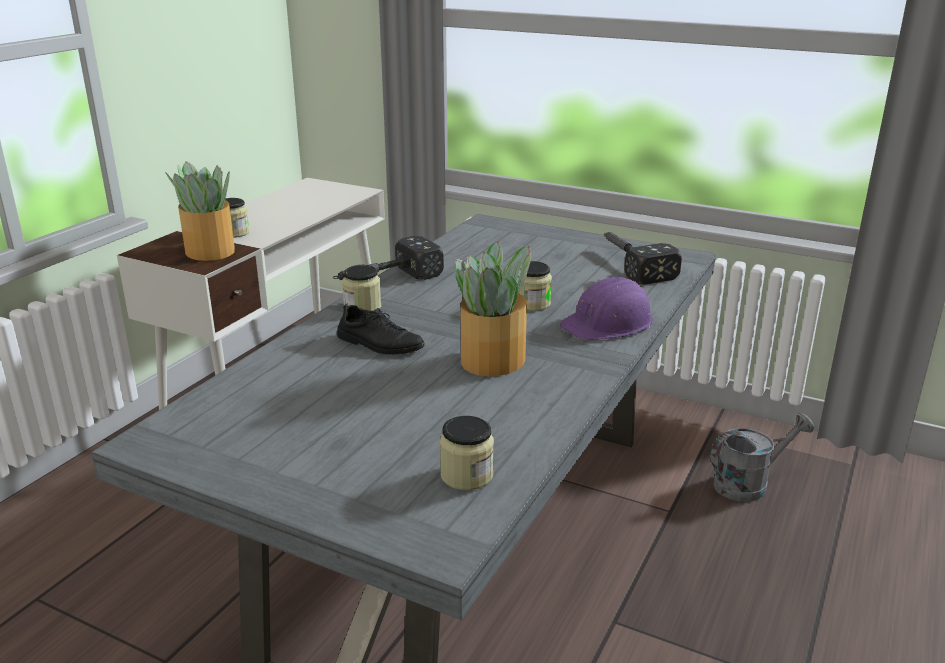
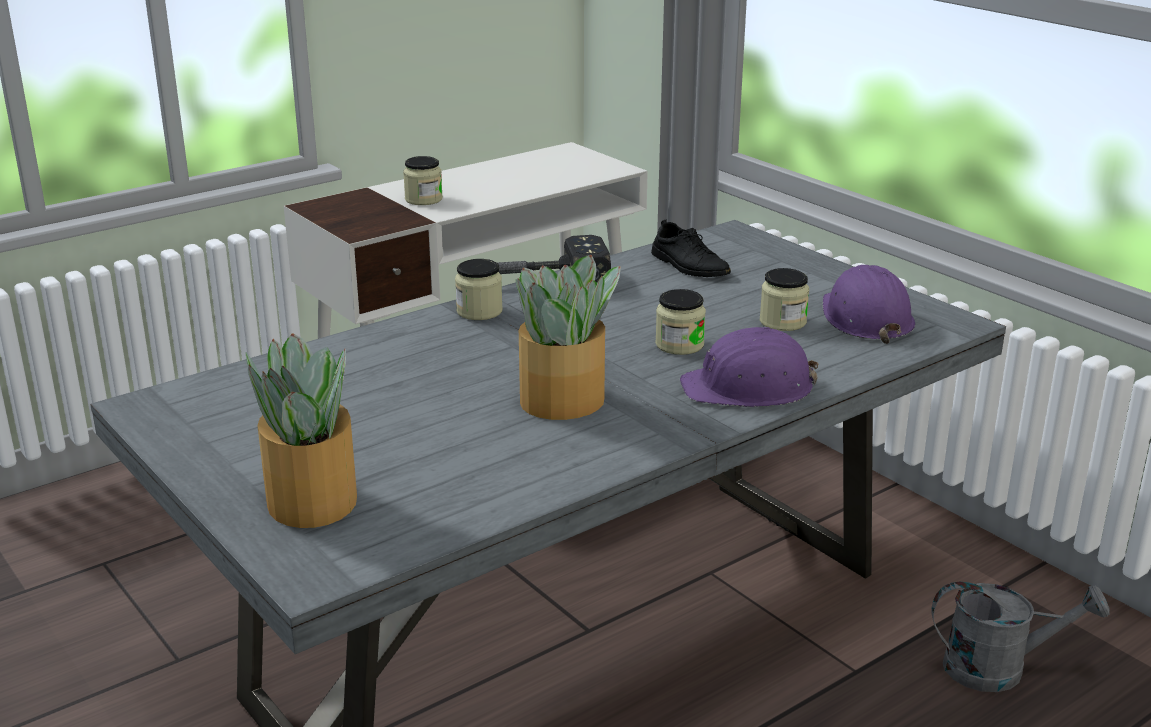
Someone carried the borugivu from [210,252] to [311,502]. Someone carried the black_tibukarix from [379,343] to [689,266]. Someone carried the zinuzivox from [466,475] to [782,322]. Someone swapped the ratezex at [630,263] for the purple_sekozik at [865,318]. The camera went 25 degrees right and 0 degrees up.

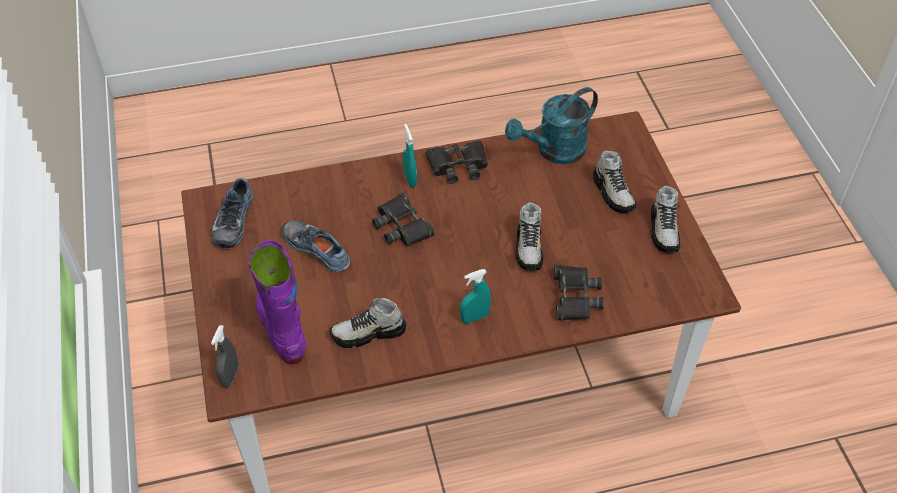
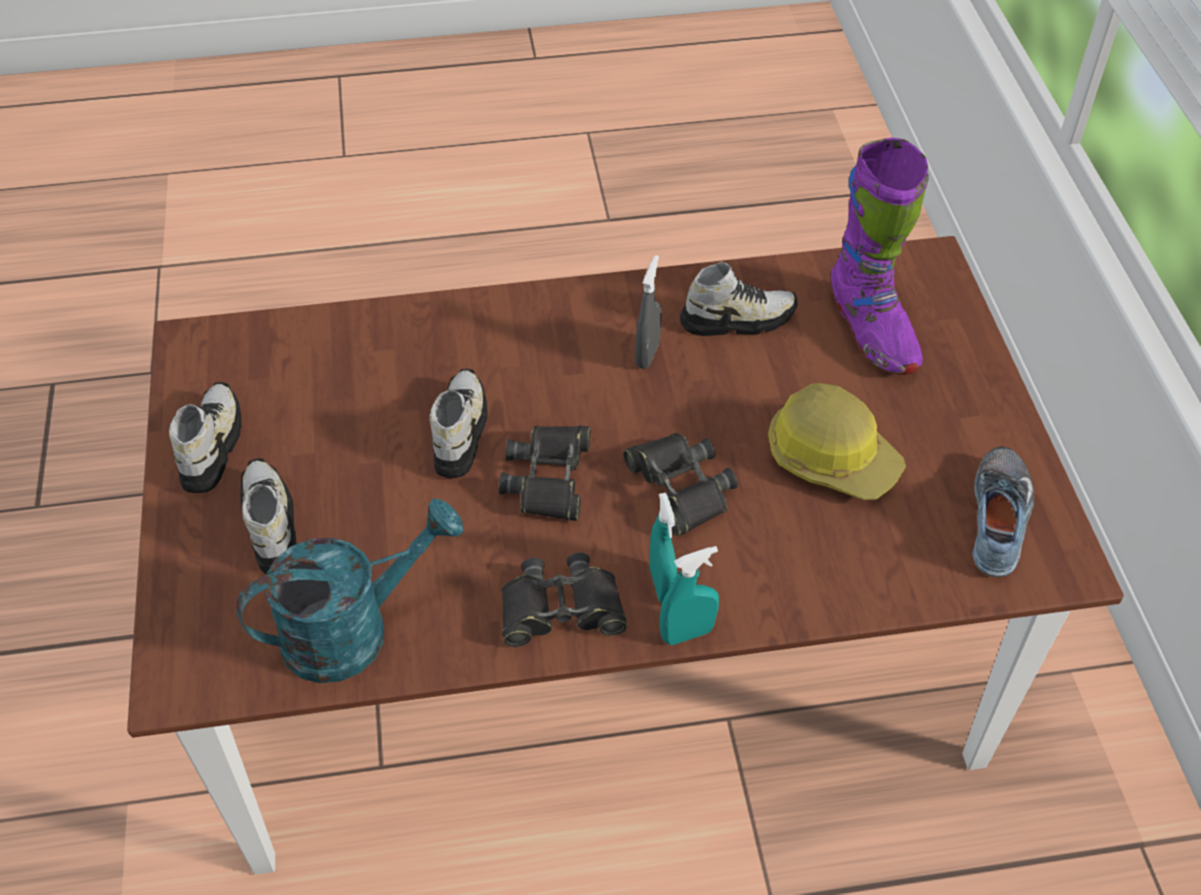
Someone carried the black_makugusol from [575,297] to [549,478]. Someone carried the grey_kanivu from [230,376] to [647,354]. Someone carried the turquoise_kanivu from [474,317] to [687,633]. Someone swapped the tibukarix at [318,248] for the sekozik at [831,456]. The camera went 175 degrees left and 0 degrees up.

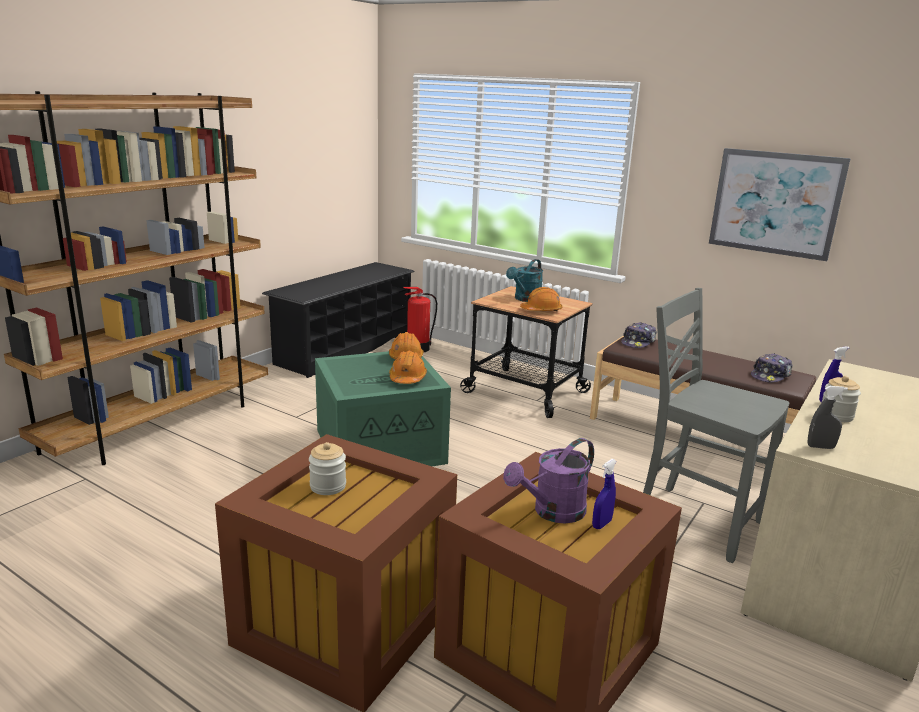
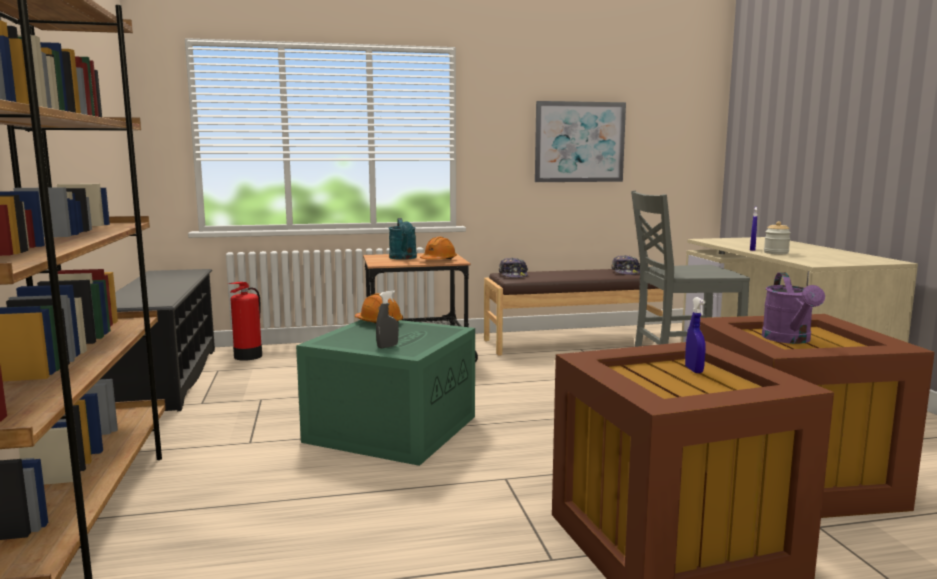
Someone carried the grey_kanivu from [820,447] to [387,346]. Someone carried the blue_kanivu from [601,524] to [694,370]. Someone took away the zinuzivox at [328,486]. Someone took away the orange_sekozik at [407,378]. The camera went 45 degrees left and 10 degrees down.

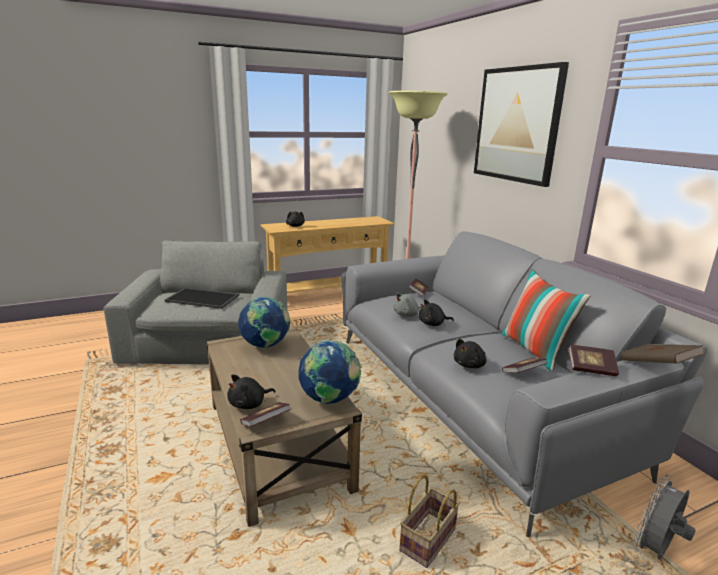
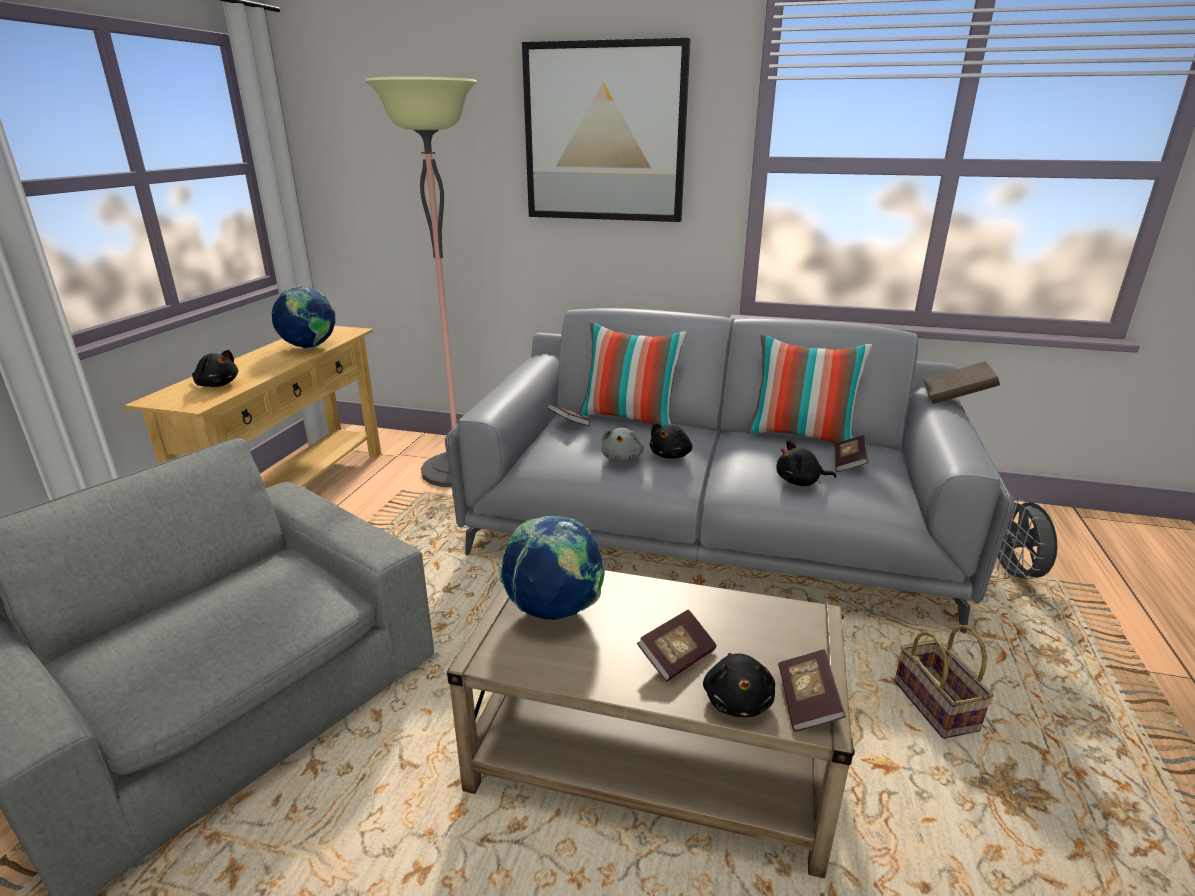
Someone carried the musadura from [329,400] to [310,348]. Someone put down the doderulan at [629,418]. Someone carried the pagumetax from [591,369] to [676,657]. Someone rotated the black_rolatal at [470,365] by 90 degrees clockwise. Someone took away the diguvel at [203,298]. The camera went 50 degrees left and 5 degrees up.

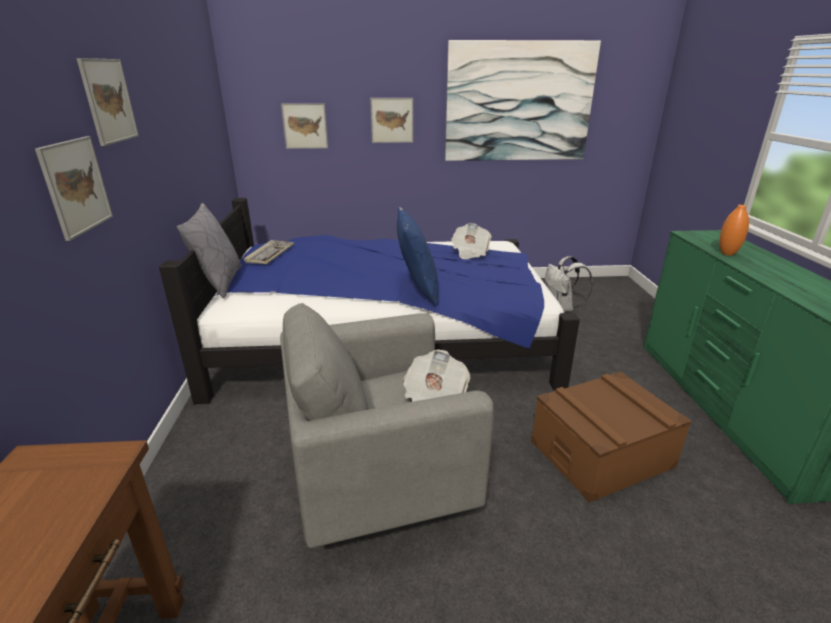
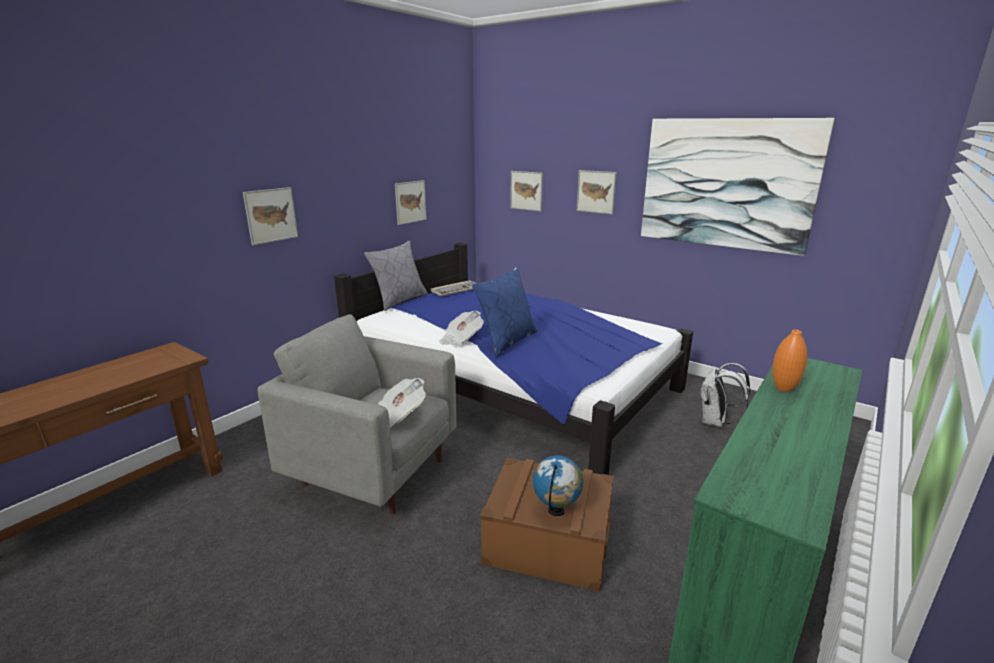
Someone carried the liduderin from [108,101] to [410,202]. Someone carried the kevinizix from [470,252] to [461,339]. Someone put down the musadura at [556,511]. The camera went 40 degrees right and 5 degrees down.

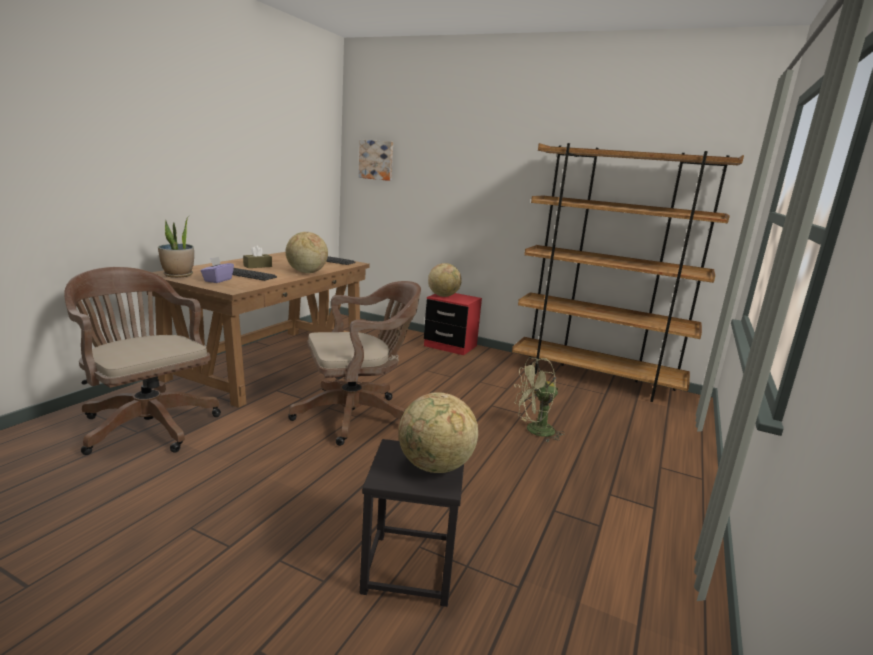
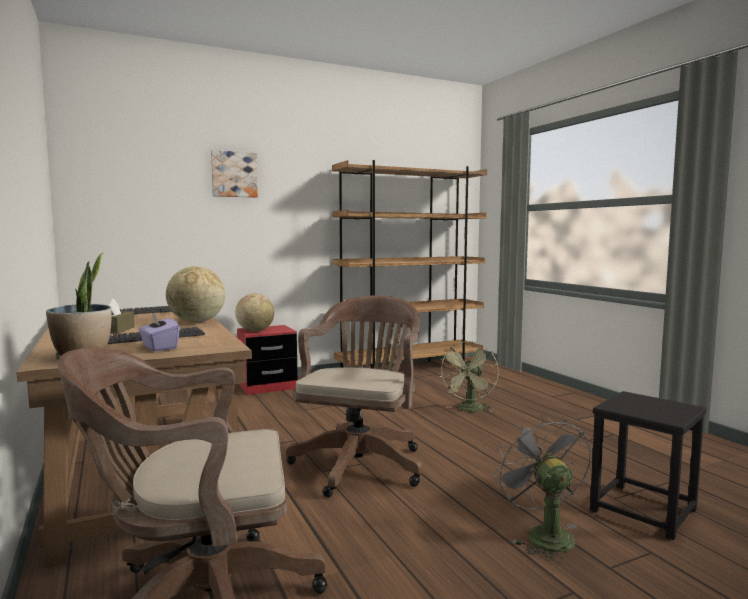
Someone carried the liduderin from [376,160] to [234,174]. Someone put down the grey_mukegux at [542,534]. Someone took away the musadura at [435,467]. The camera went 50 degrees left and 10 degrees down.

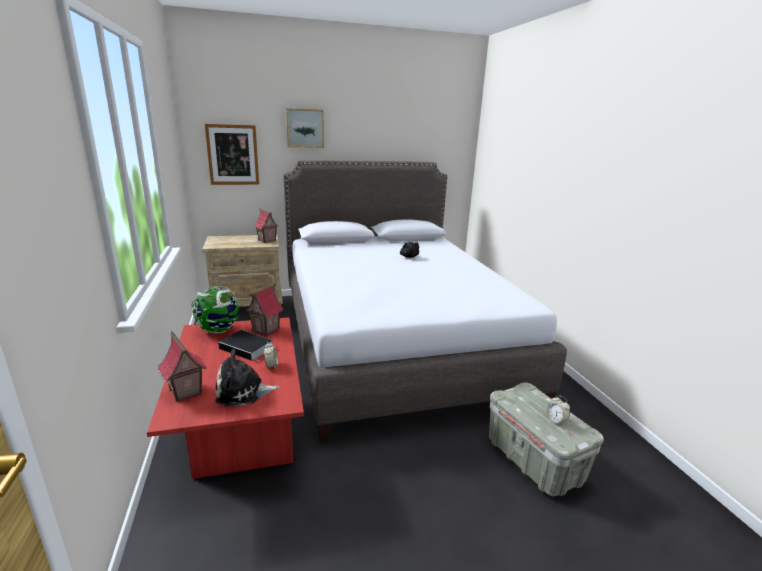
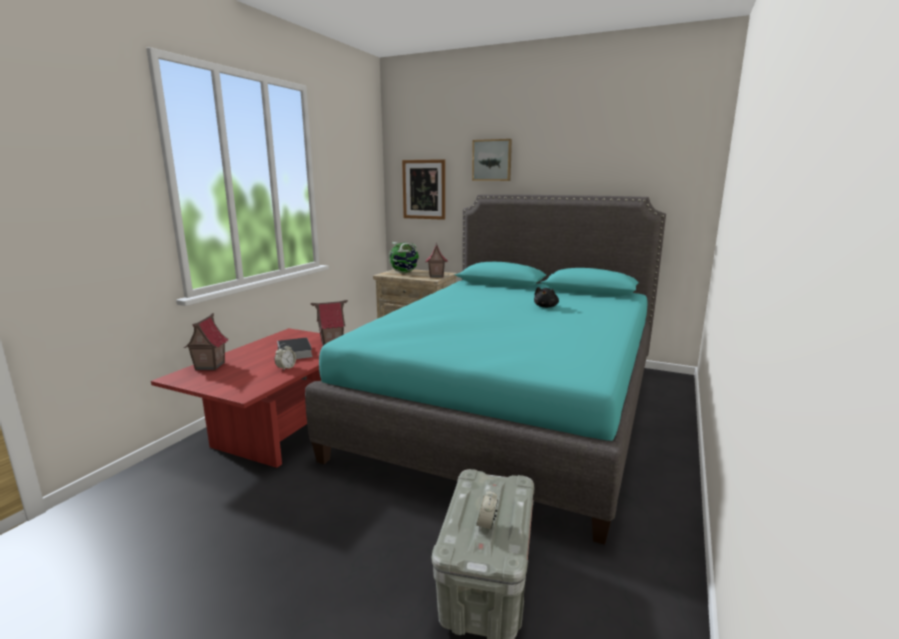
Someone repainted the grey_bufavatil at [392,340], which became the turquoise_bufavatil at [510,406]. Someone carried the musadura from [218,330] to [404,272]. Someone took away the rolatal at [243,392]. The camera went 40 degrees right and 5 degrees down.

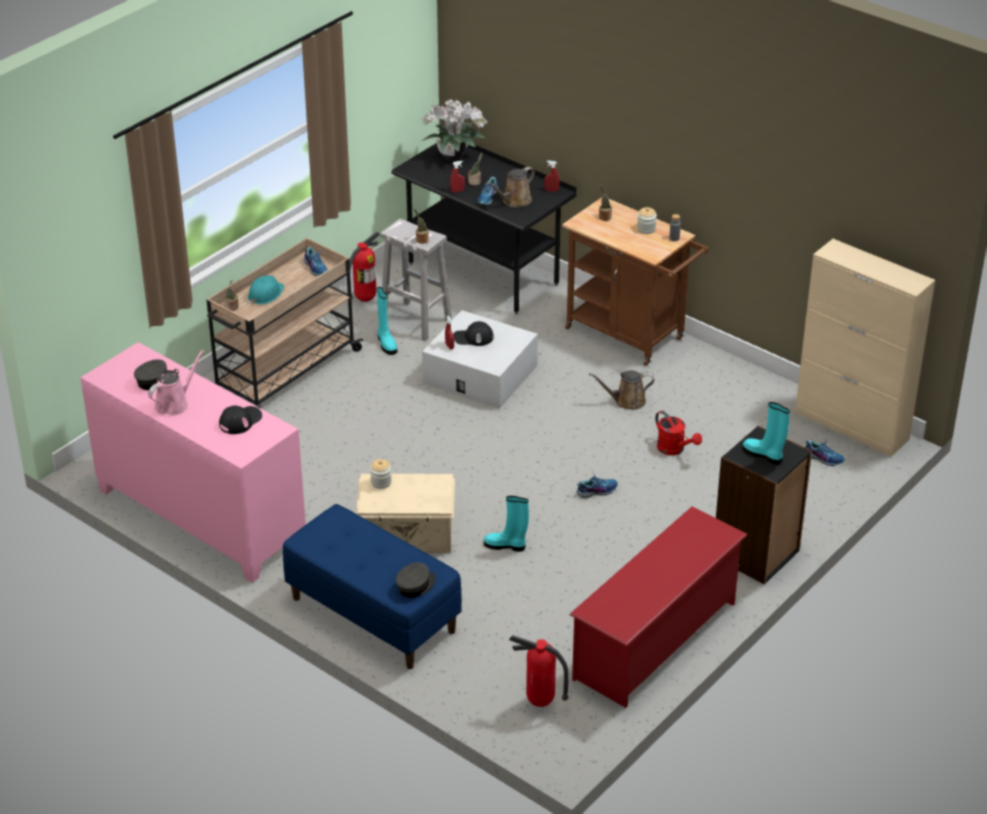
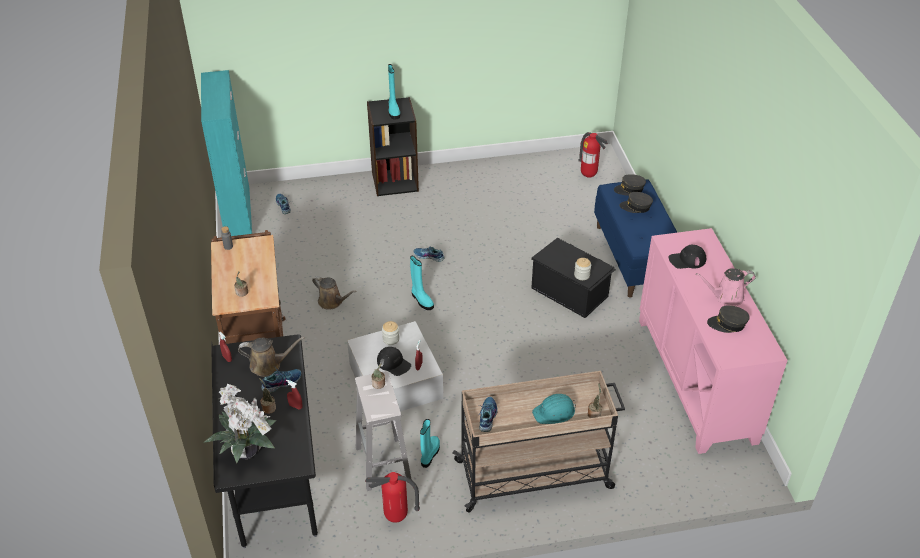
Someone repainted the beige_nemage at [852,426], which became the turquoise_nemage at [238,213]. Someone carried the zinuzivox from [646,229] to [391,339]. Someone carried the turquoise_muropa from [506,545] to [421,300]. Someone repainted the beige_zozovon at [407,535], which became the black_zozovon at [569,291]. Someone put down the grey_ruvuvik at [636,207]. Someone took away the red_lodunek at [655,640]. Someone took away the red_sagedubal at [674,449]. The camera went 140 degrees left and 5 degrees up.

